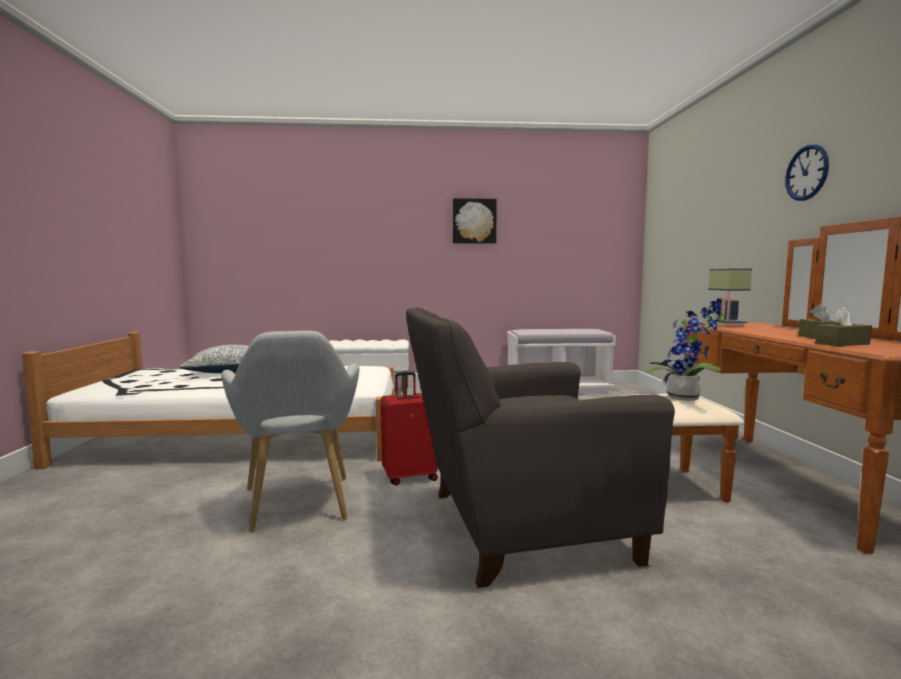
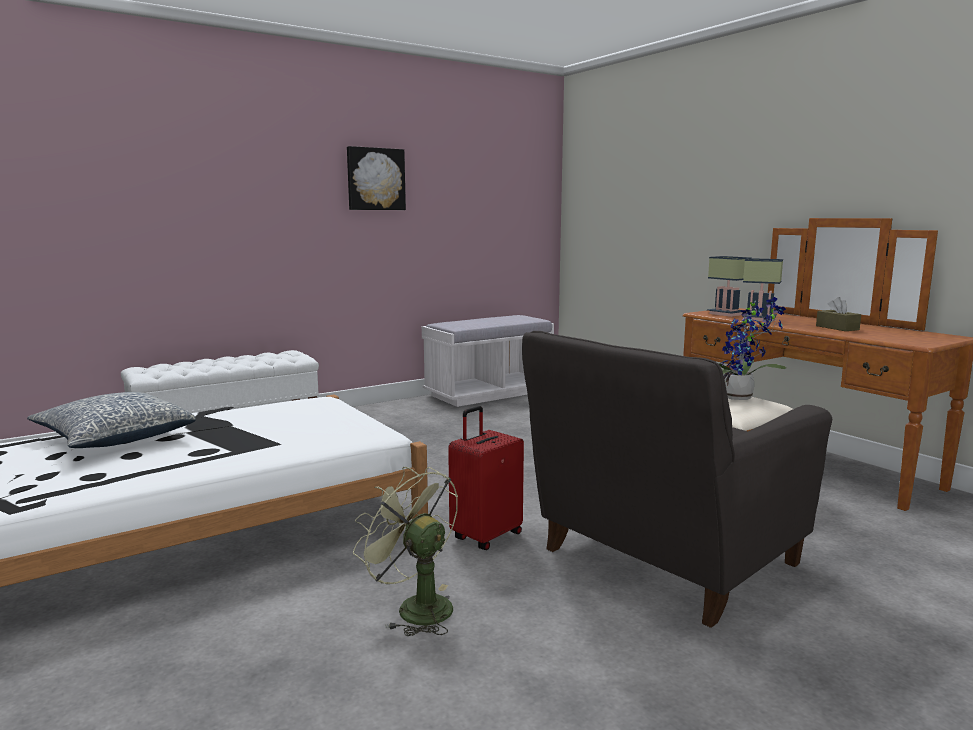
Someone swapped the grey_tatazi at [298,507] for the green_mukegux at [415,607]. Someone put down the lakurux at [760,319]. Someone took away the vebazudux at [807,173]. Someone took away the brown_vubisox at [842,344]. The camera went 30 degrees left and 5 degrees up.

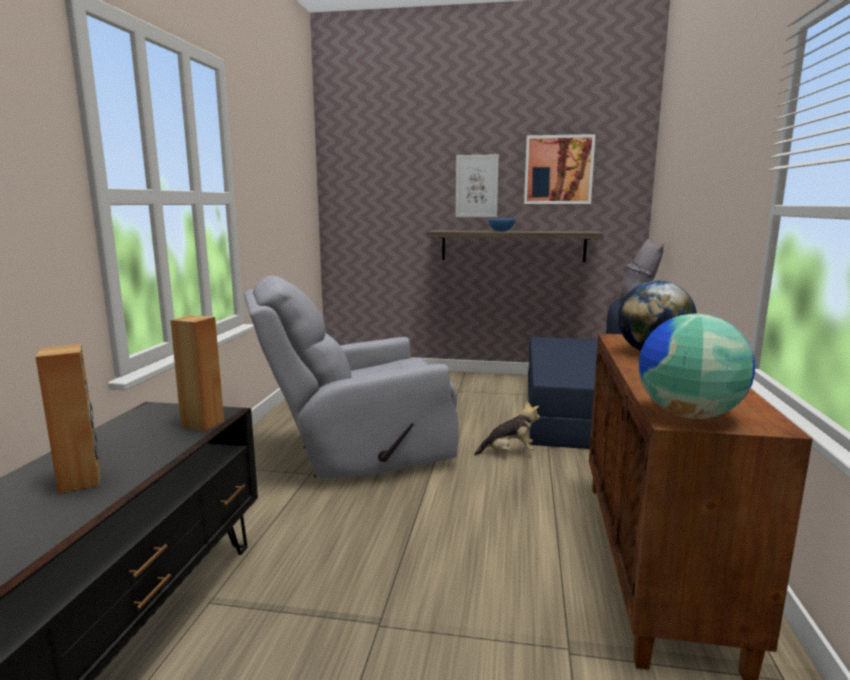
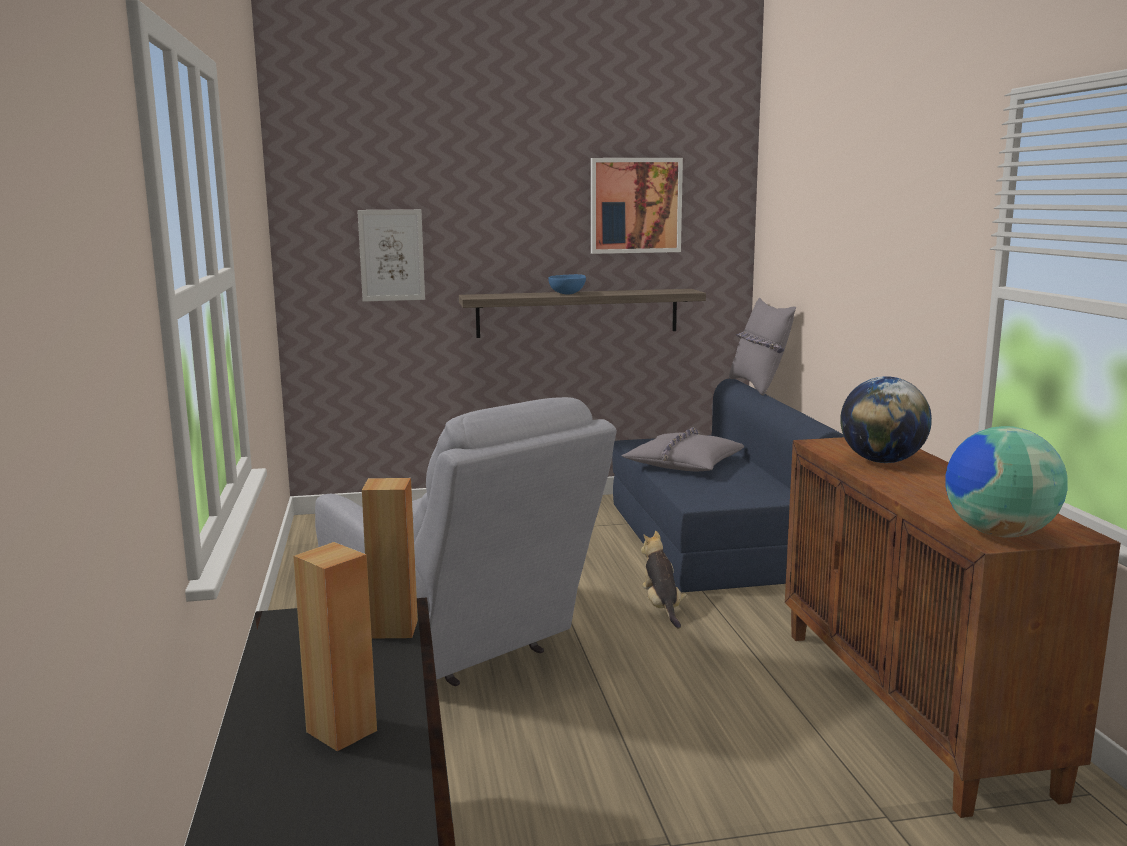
Someone rotated the grey_tatazi at [356,454] by 90 degrees counterclockwise. Someone carried the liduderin from [476,186] to [391,255]. Someone put down the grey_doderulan at [683,463]. Someone rotated the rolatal at [509,453] by 75 degrees counterclockwise. The camera went 20 degrees left and 0 degrees up.

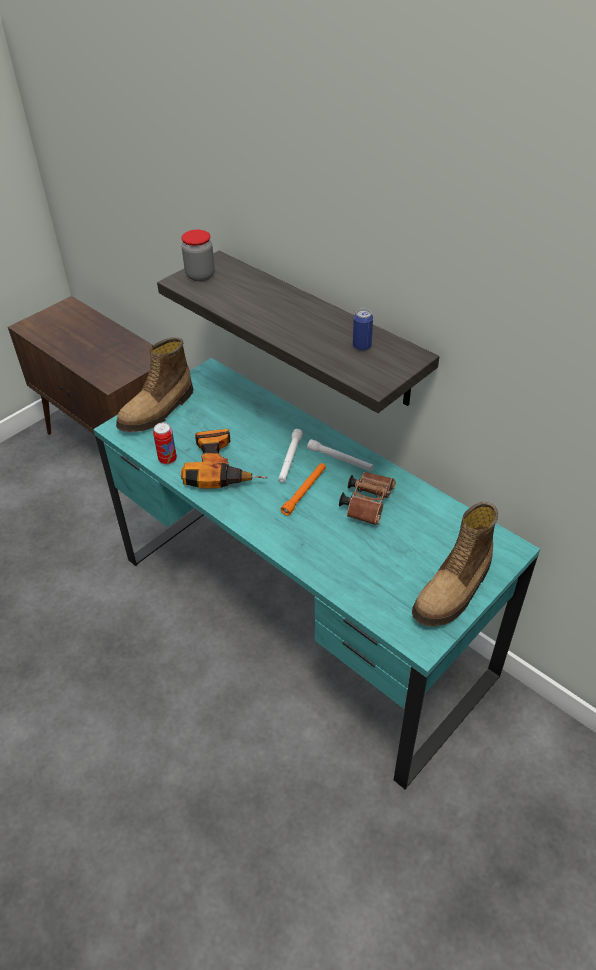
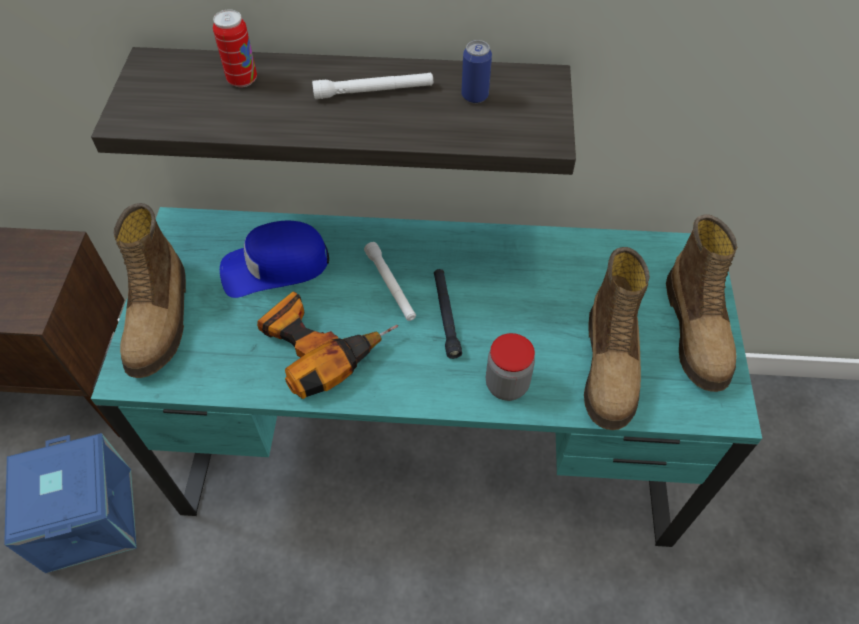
Someone put down the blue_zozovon at [87,519]. Someone carried the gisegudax from [167,459] to [242,80]. Someone put down the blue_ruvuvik at [275,266]. Someone carried the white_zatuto from [340,460] to [374,91]. Someone repainted the orange_zatuto at [304,491], which became the black_zatuto at [446,315]. Someone carried the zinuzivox from [200,275] to [506,384]. Someone put down the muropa at [611,365]. Someone took away the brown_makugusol at [368,503]. The camera went 40 degrees left and 10 degrees up.

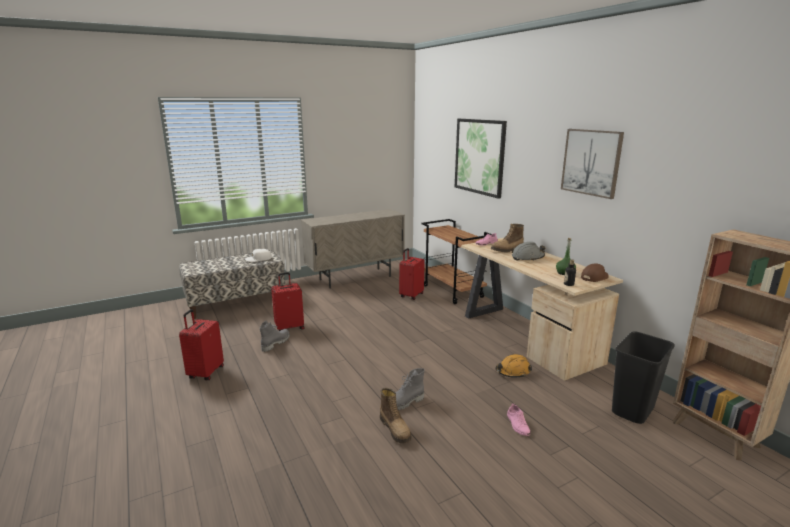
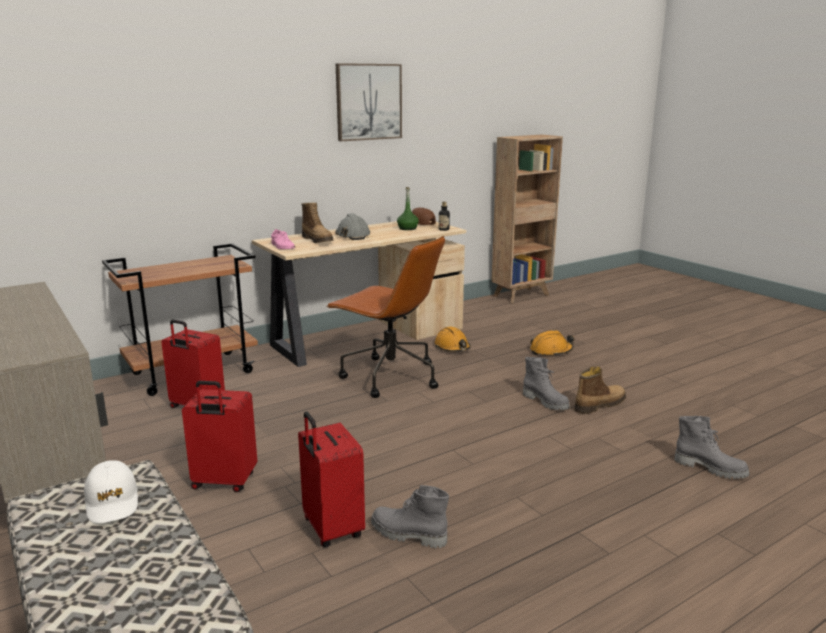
Someone carried the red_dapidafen from [205,373] to [224,482]. Someone put down the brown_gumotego at [389,377]. Someone swapped the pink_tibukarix at [518,425] for the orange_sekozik at [551,351]. Someone put down the grey_muropa at [710,468]. Someone took away the liduderin at [479,156]. Someone took away the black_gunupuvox at [633,411]. The camera went 95 degrees left and 0 degrees up.

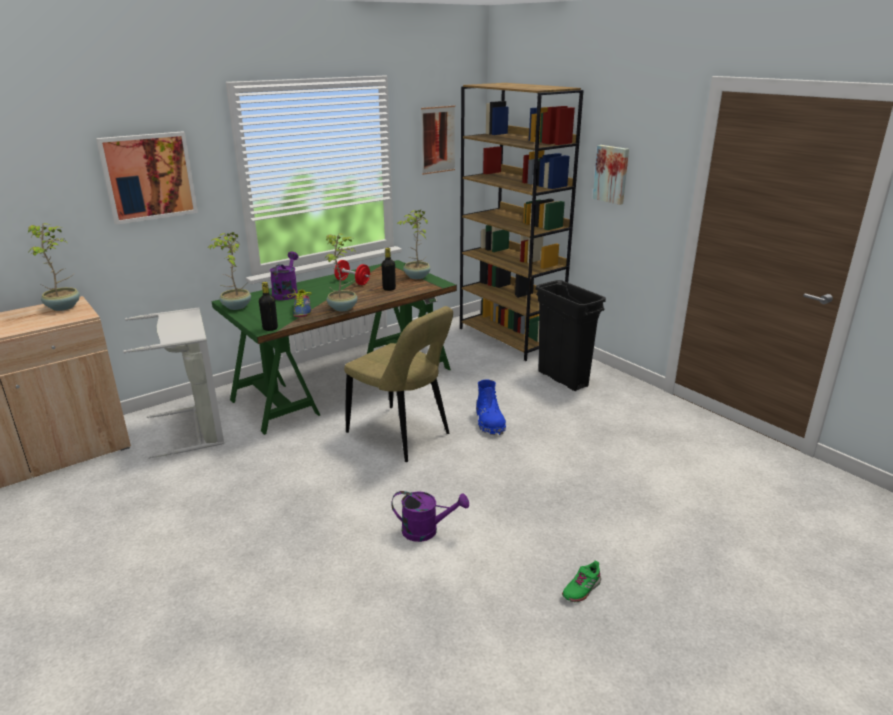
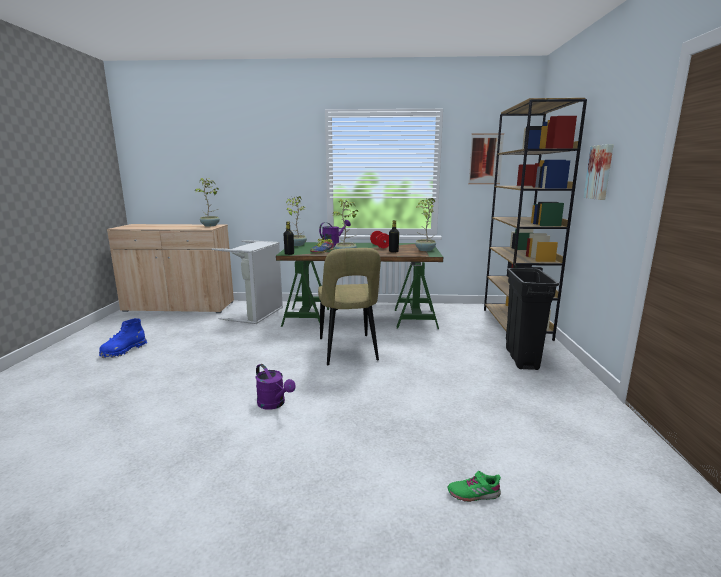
Someone carried the blue_muropa from [489,422] to [123,351]. Someone carried the green_tibukarix from [581,589] to [473,493]. Someone took away the liduderin at [148,177]. The camera went 40 degrees right and 10 degrees down.

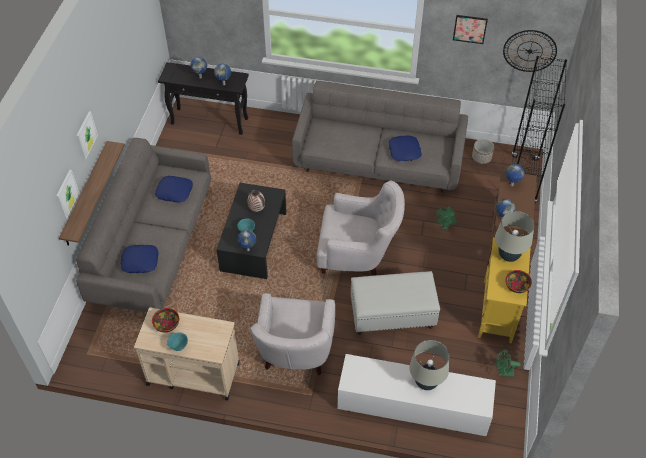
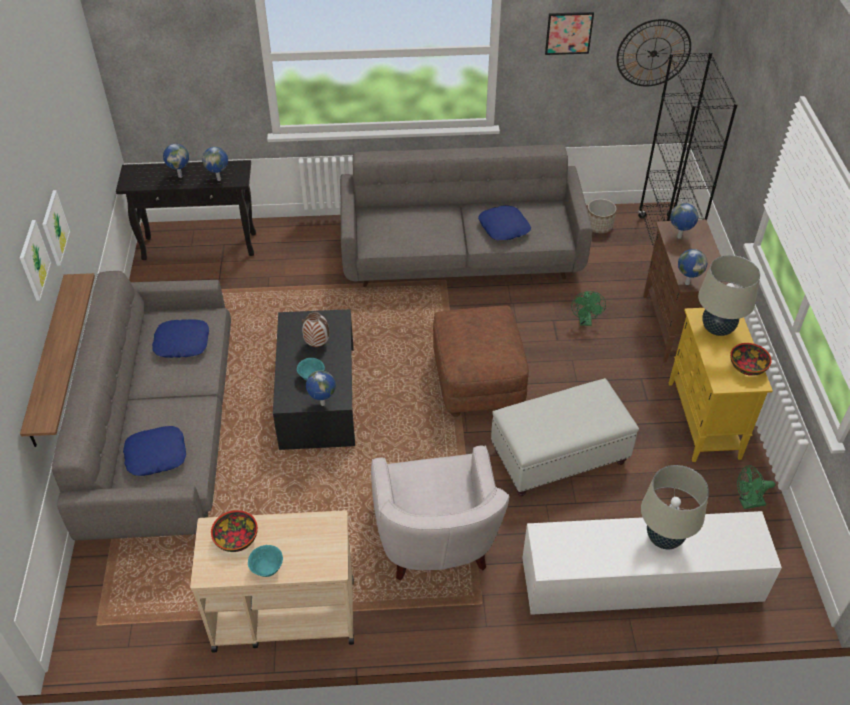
Someone carried the liduderin from [67,194] to [55,228]. Someone swapped the white_tatazi at [358,254] for the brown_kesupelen at [478,383]. The camera went 15 degrees left and 5 degrees down.

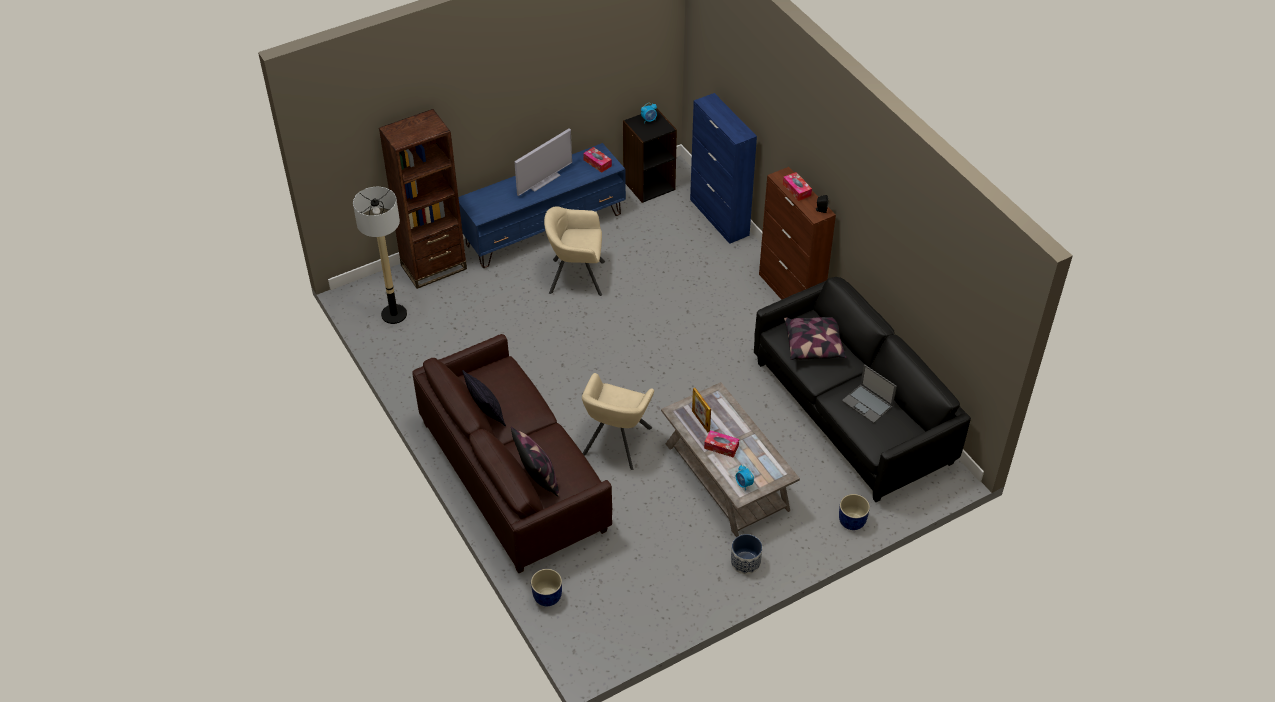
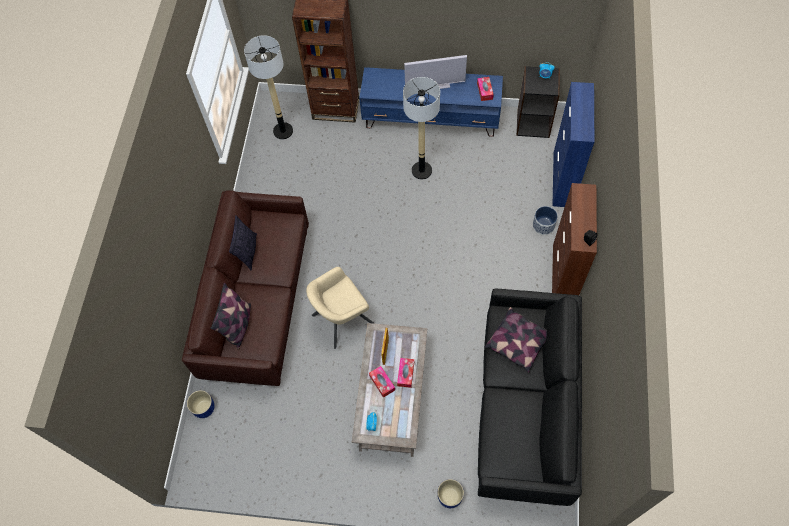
Someone carried the vubisox from [796,190] to [405,374]. Someone swapped the beige_tatazi at [576,277] for the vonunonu at [421,170]. Someone carried the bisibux from [745,562] to [543,226]. Someone took away the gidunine at [868,404]. The camera went 40 degrees right and 15 degrees up.

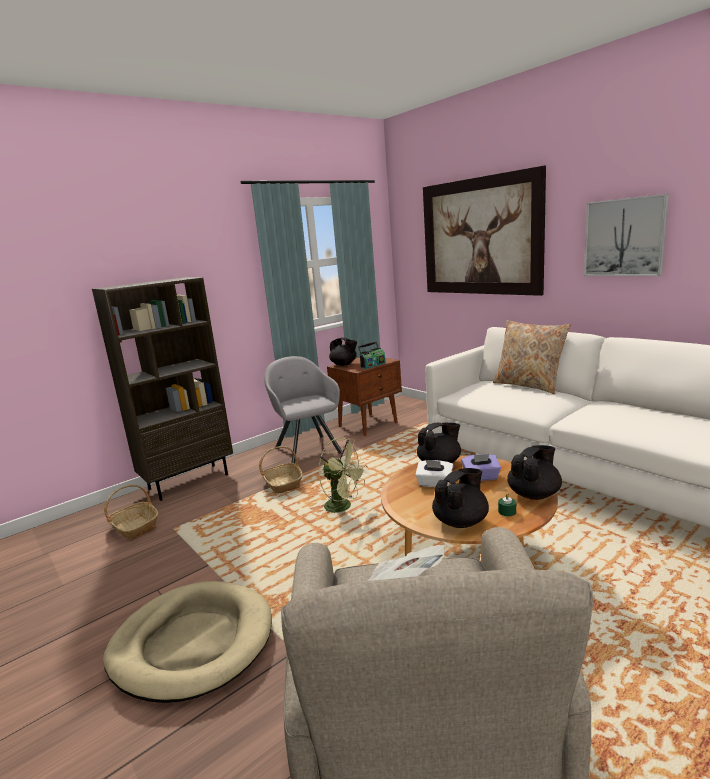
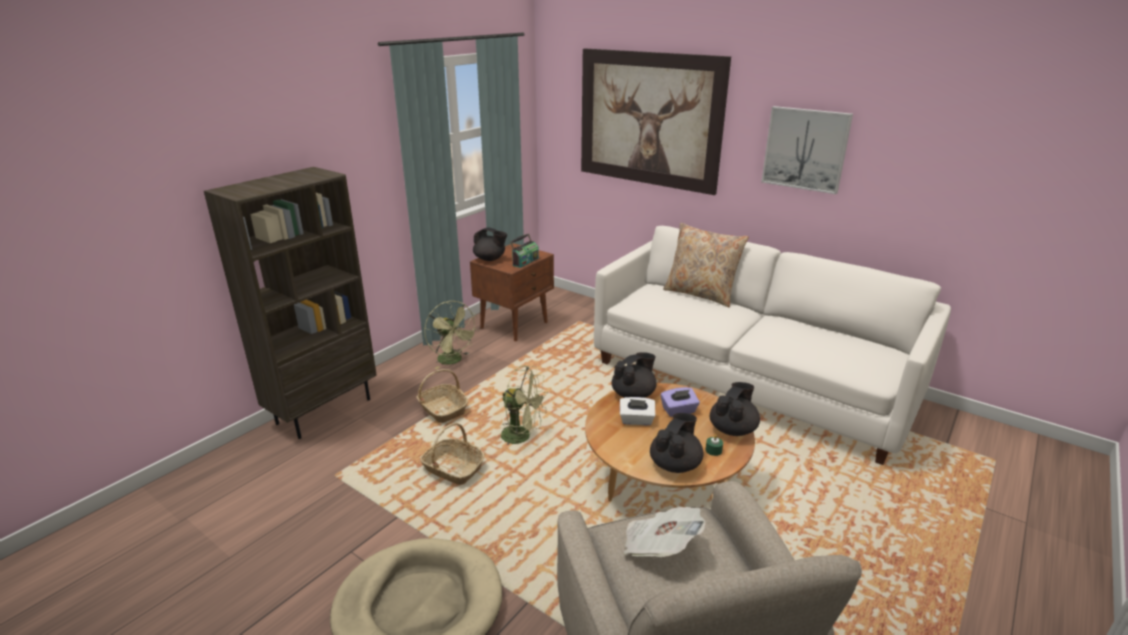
Someone carried the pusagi from [134,527] to [453,469]. Someone swapped the grey_tatazi at [307,449] for the green_mukegux at [453,361]. The camera went 15 degrees left and 10 degrees up.

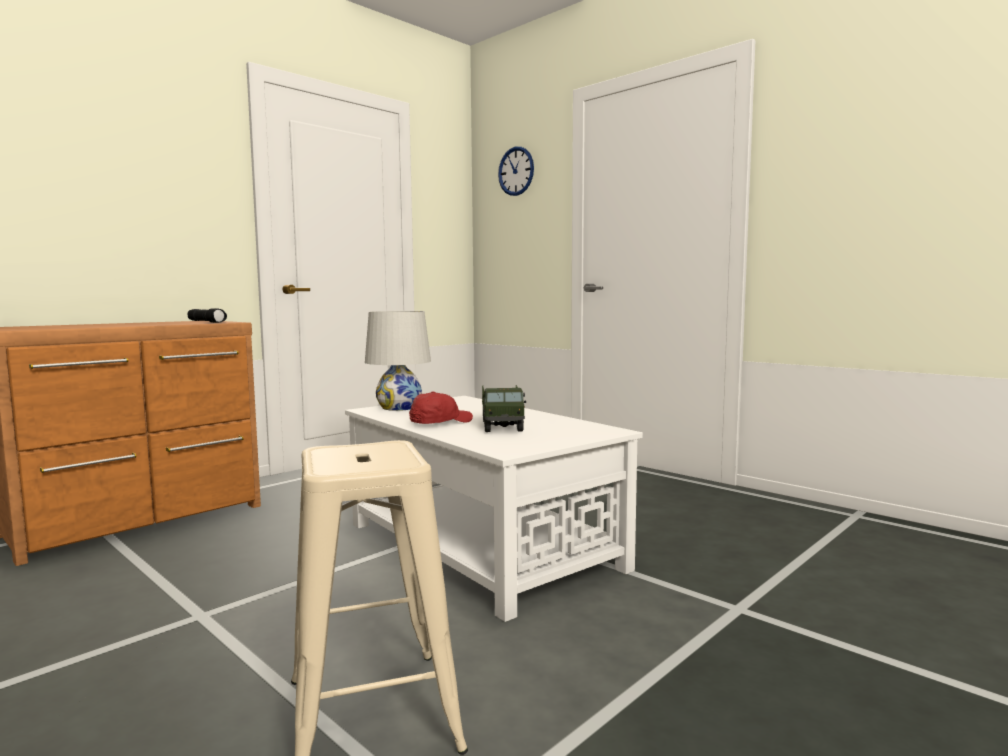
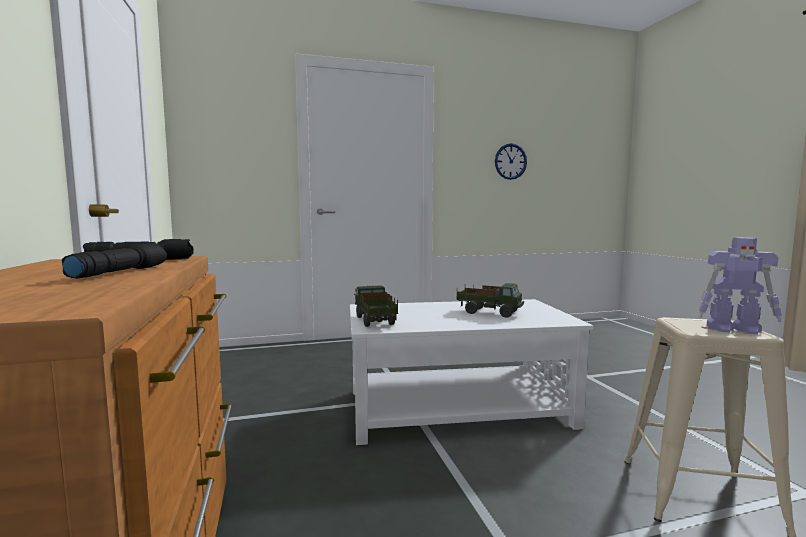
Someone put down the black_zatuto at [120,272]. Someone swapped the white_lakurux at [399,407] for the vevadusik at [374,321]. Someone carried the vebazudux from [516,171] to [510,161]. Someone put down the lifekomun at [735,329]. Someone took away the red_ruvuvik at [439,423]. The camera went 60 degrees left and 0 degrees up.

